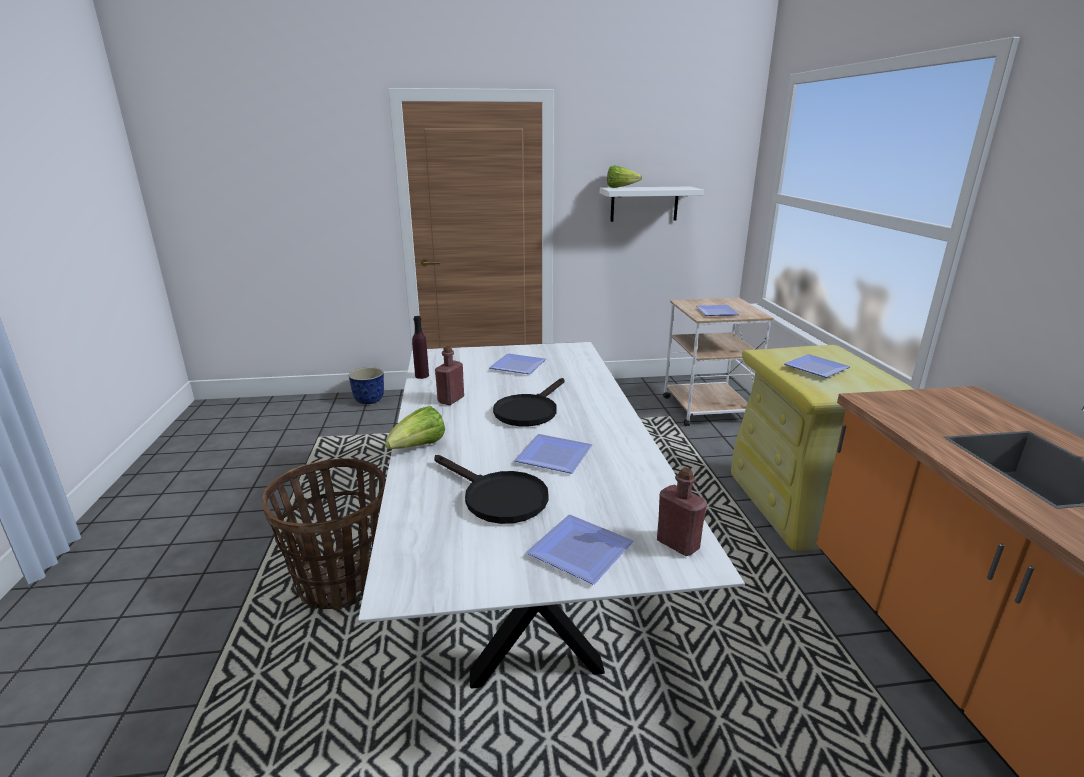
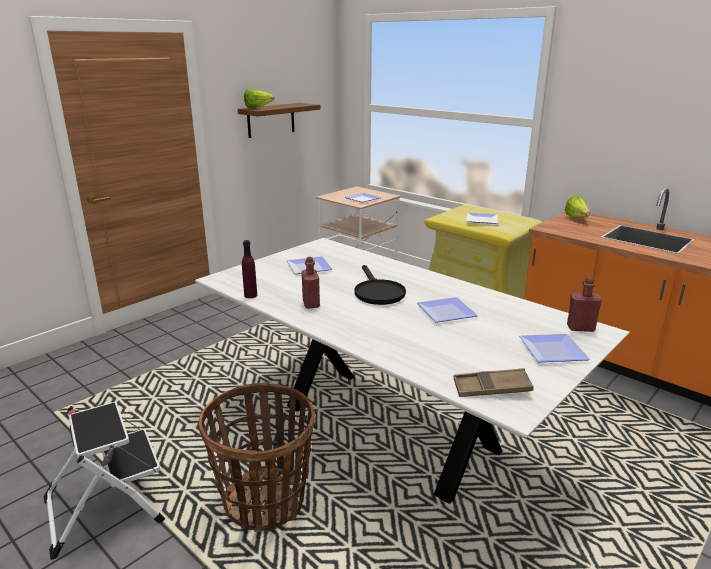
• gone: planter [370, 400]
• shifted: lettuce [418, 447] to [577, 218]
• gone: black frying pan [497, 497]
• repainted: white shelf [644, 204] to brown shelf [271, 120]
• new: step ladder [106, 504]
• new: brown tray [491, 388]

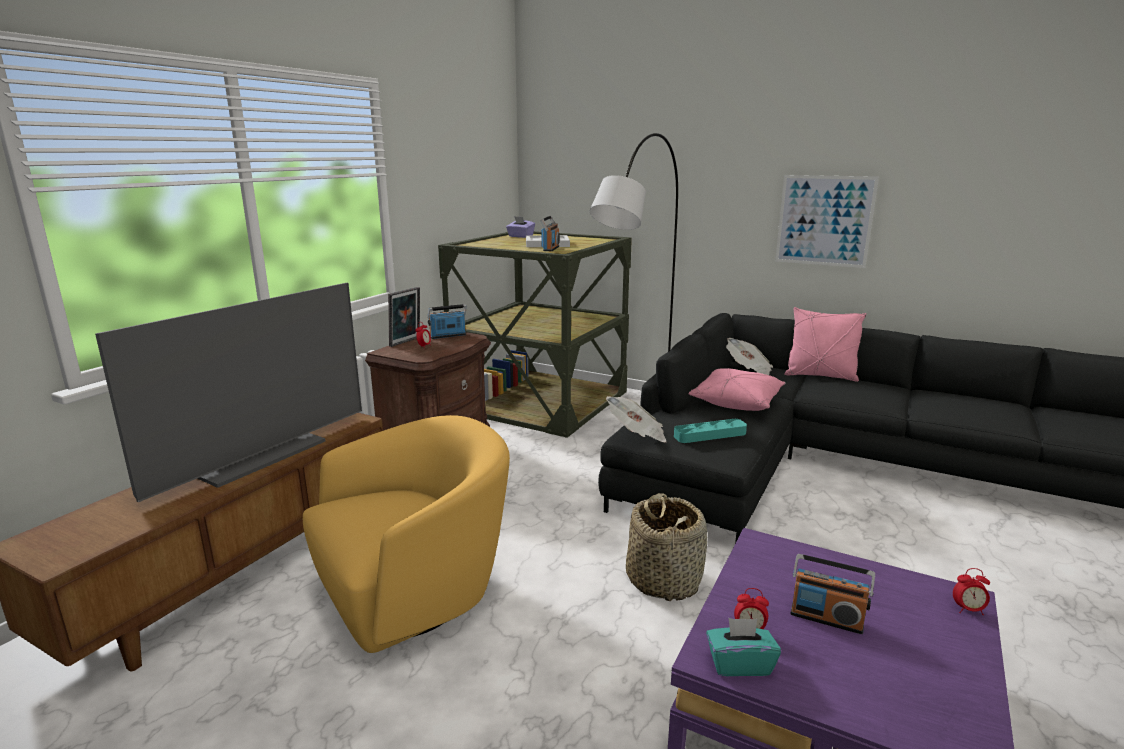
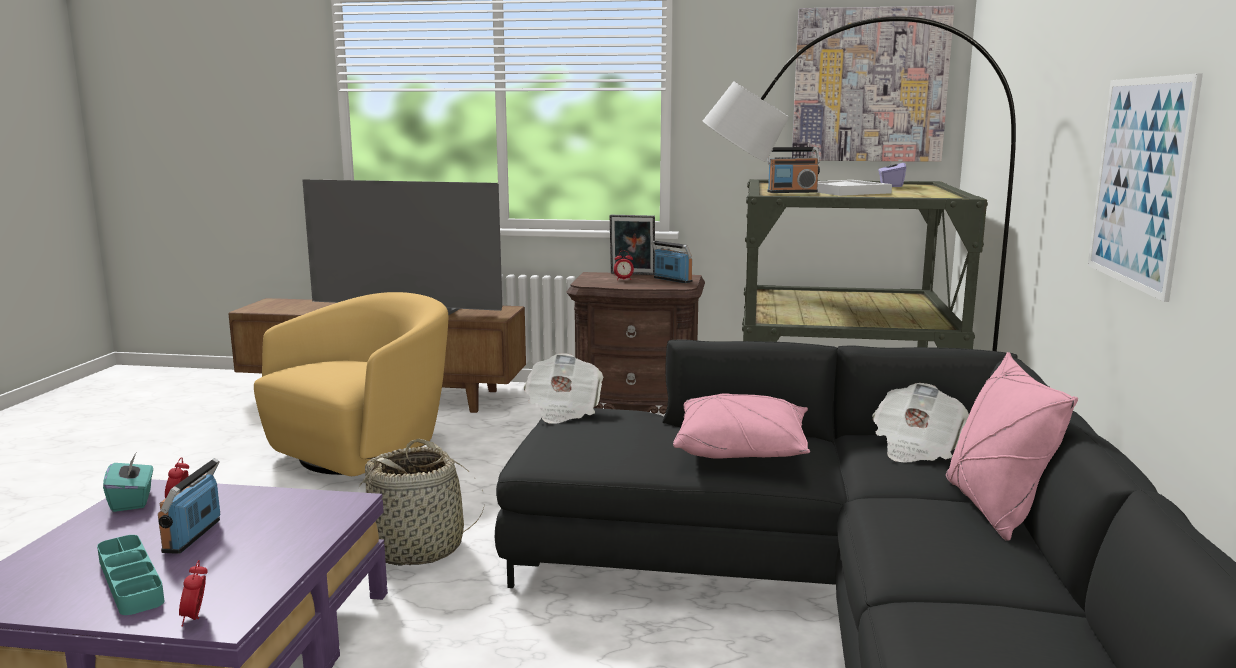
• rotated: yellow armchair [415, 594] = [364, 451] 90 degrees counterclockwise
• shifted: turquoise tray [710, 435] to [130, 580]
• new: picture [869, 85]

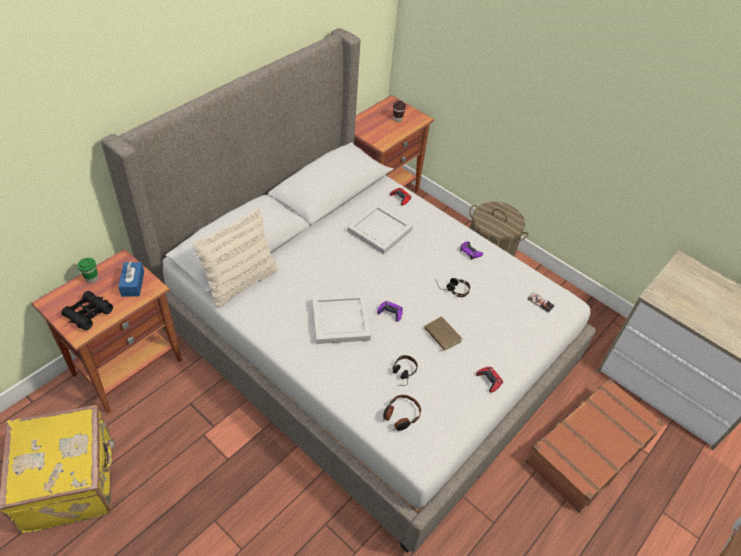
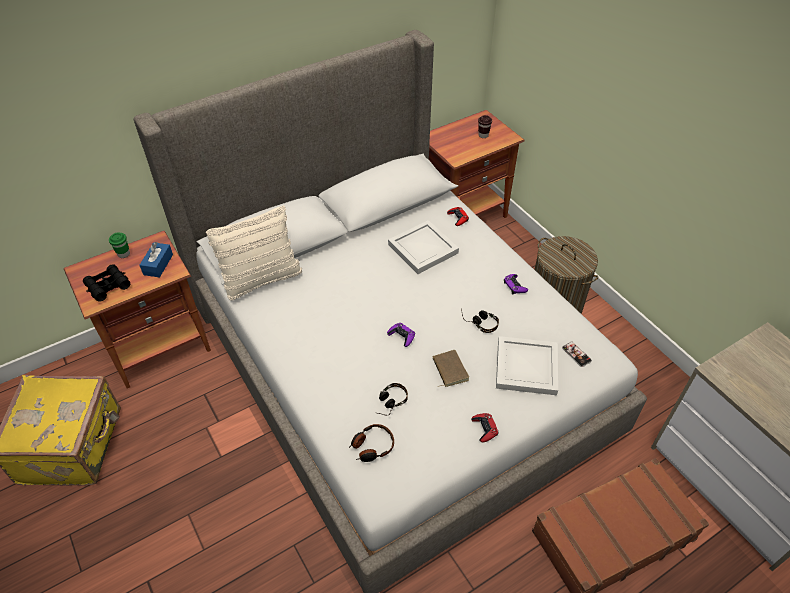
• shifted: white tray [339, 320] to [525, 366]

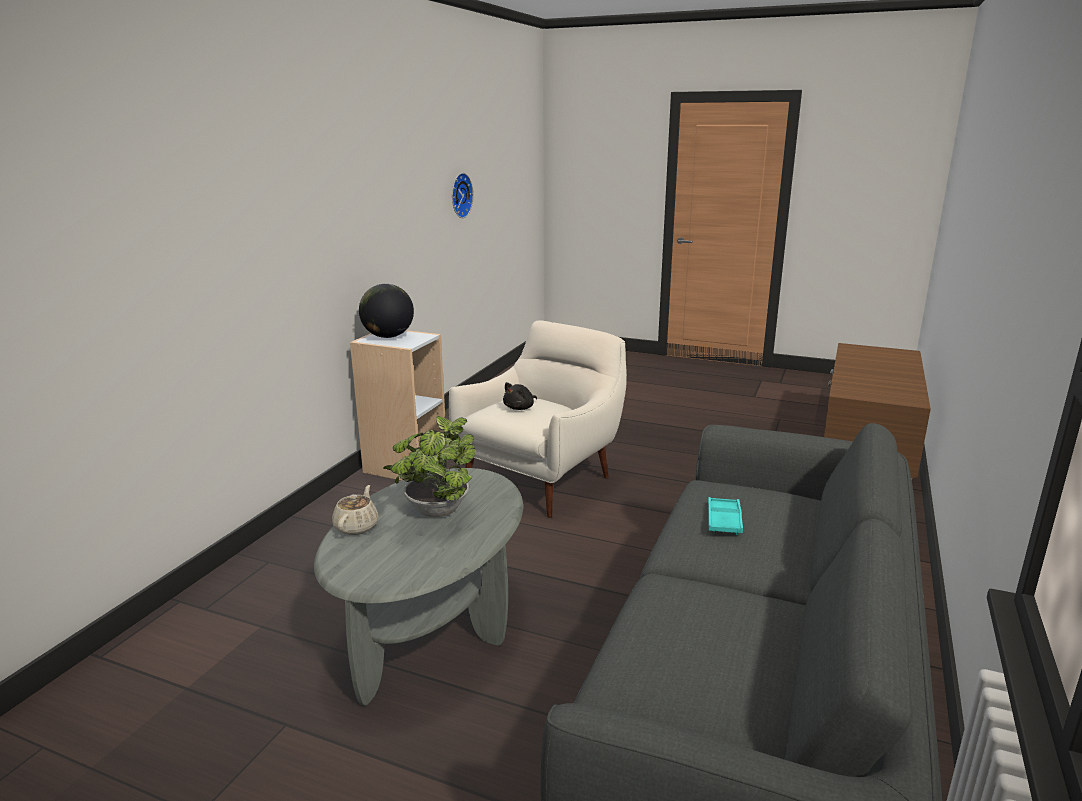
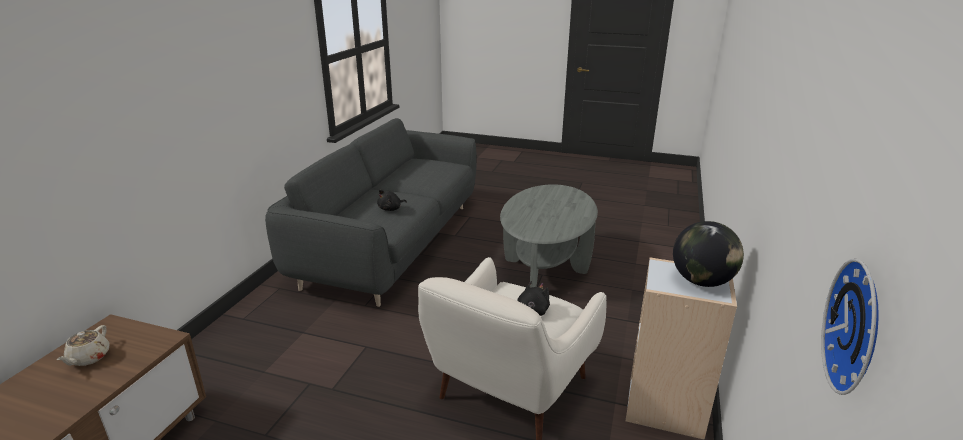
• shifted: beige teapot [357, 526] to [88, 358]
• gone: potted plant [435, 513]
• swapped: turquoise tray [724, 520] to black plush toy [391, 209]

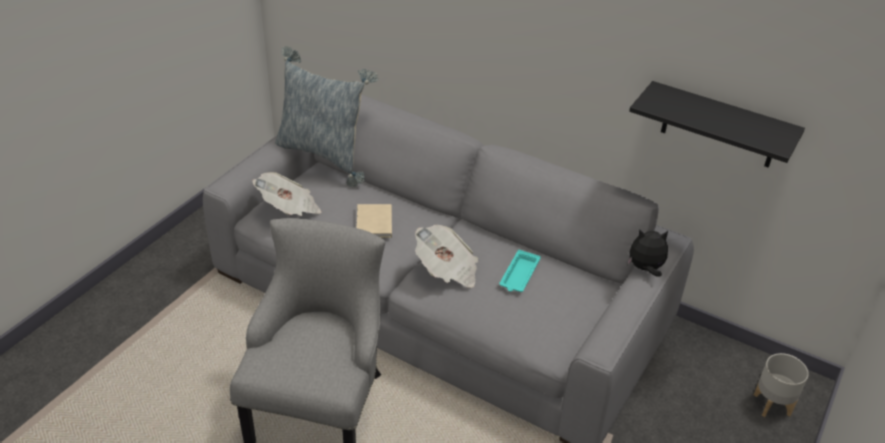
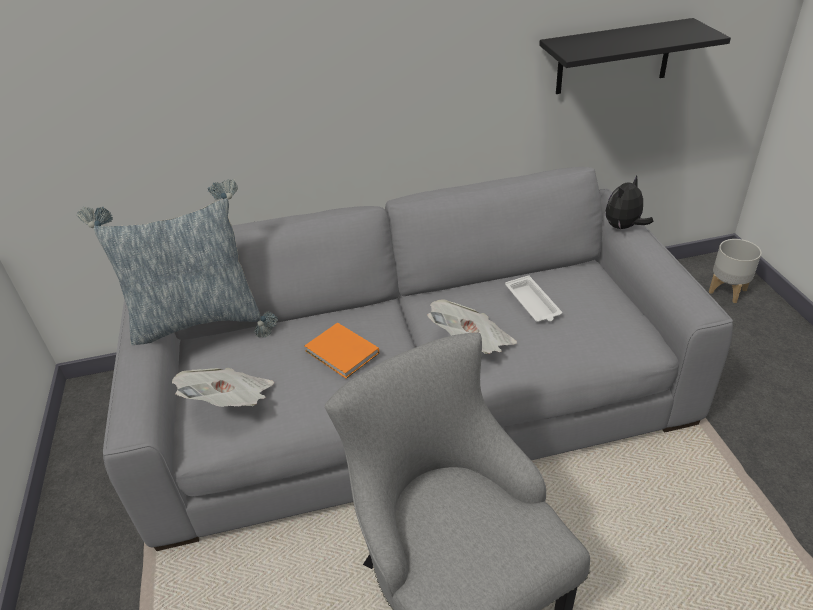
• repainted: beige book [373, 224] to orange book [342, 353]
• repainted: turquoise tray [519, 275] to white tray [533, 303]

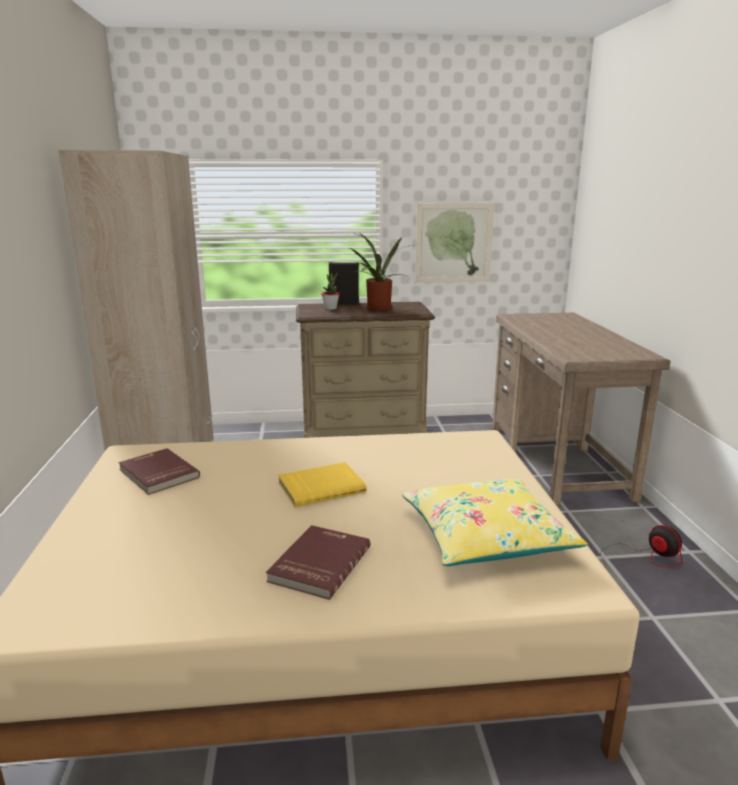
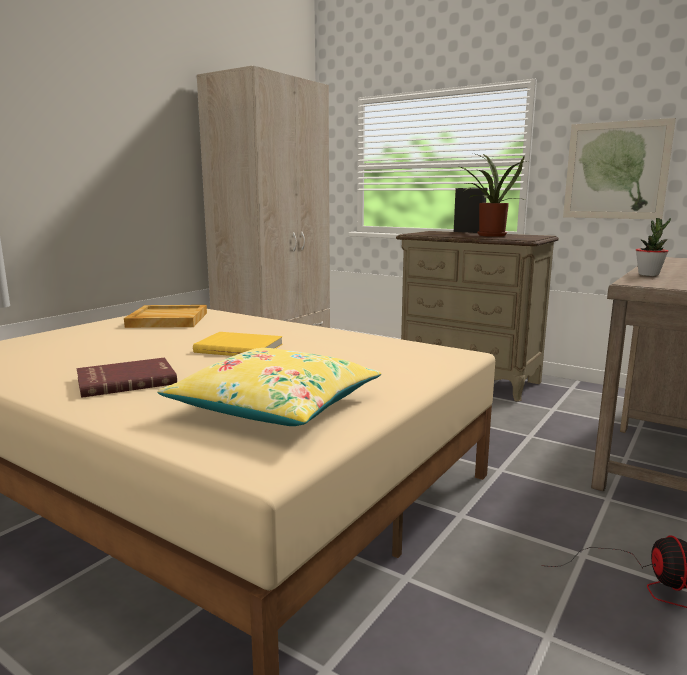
• swapped: red book [157, 474] to beige tray [167, 320]
• shifted: potted plant [330, 308] to [648, 274]

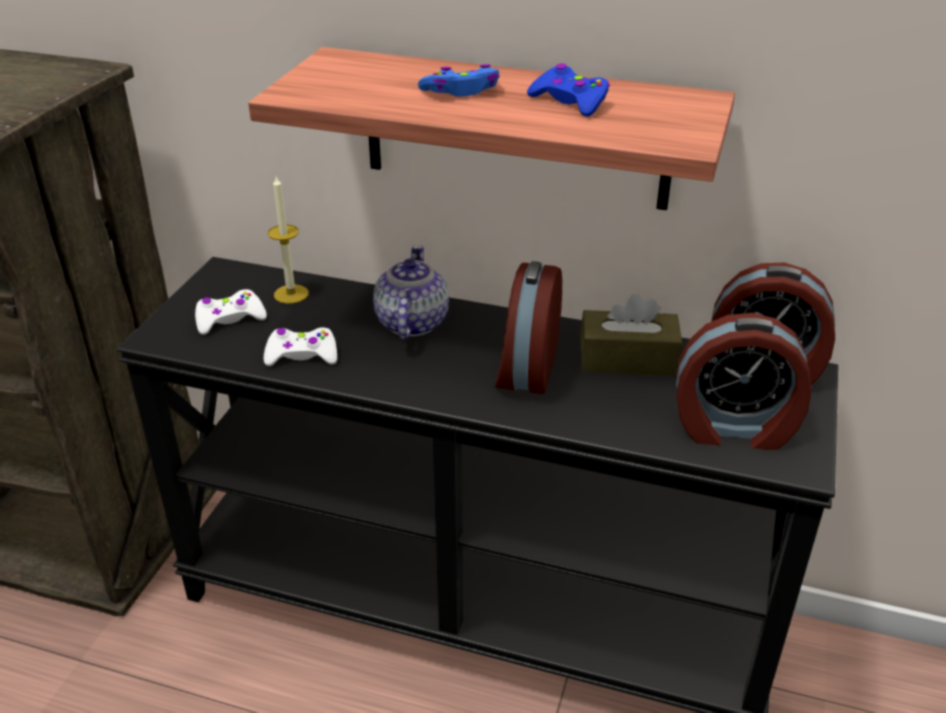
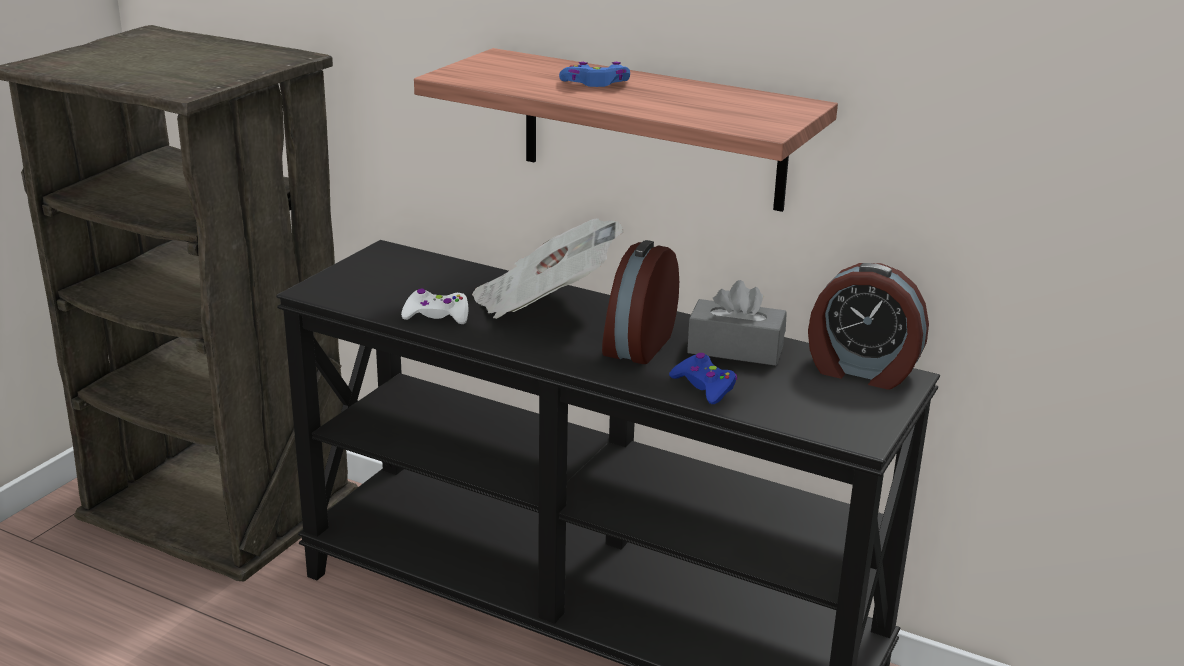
• gone: white game controller [229, 319]
• gone: candle [291, 294]
• swapped: teapot [411, 323] to newspaper [544, 303]
• shifted: blue game controller [570, 101] to [704, 386]
• repainted: brown tissue box [627, 359] to grey tissue box [735, 349]
• gone: alarm clock [734, 428]

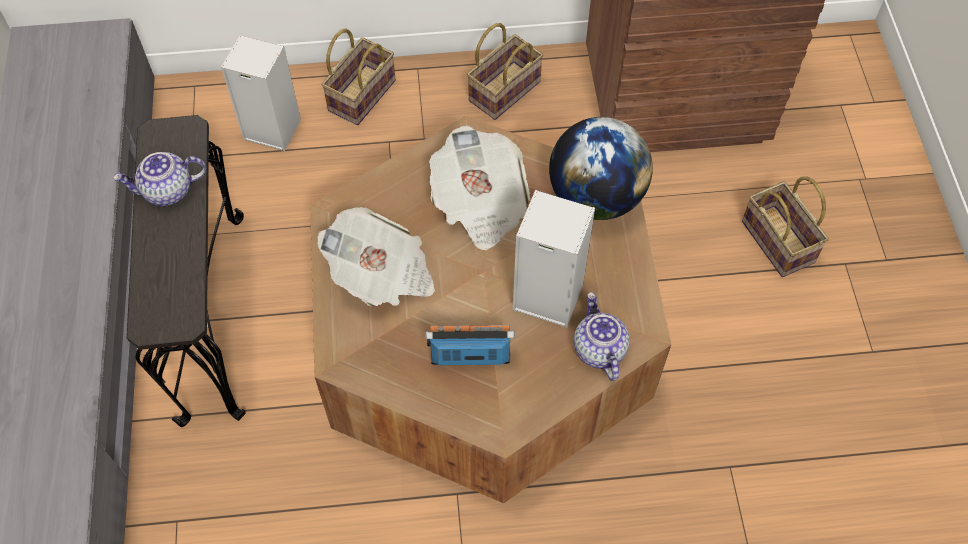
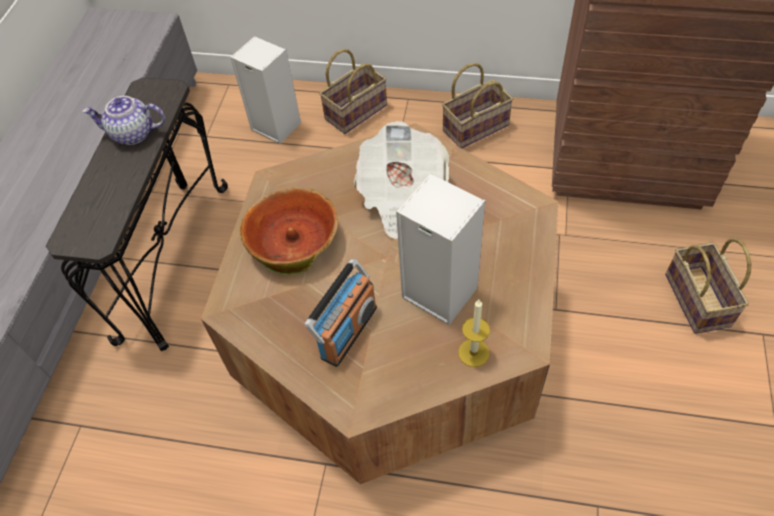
• swapped: newspaper [382, 274] to bowl [294, 242]
• rotated: radio [470, 356] = [347, 332] 105 degrees clockwise
• gone: globe [595, 197]
• swapped: teapot [598, 349] to candle [473, 352]

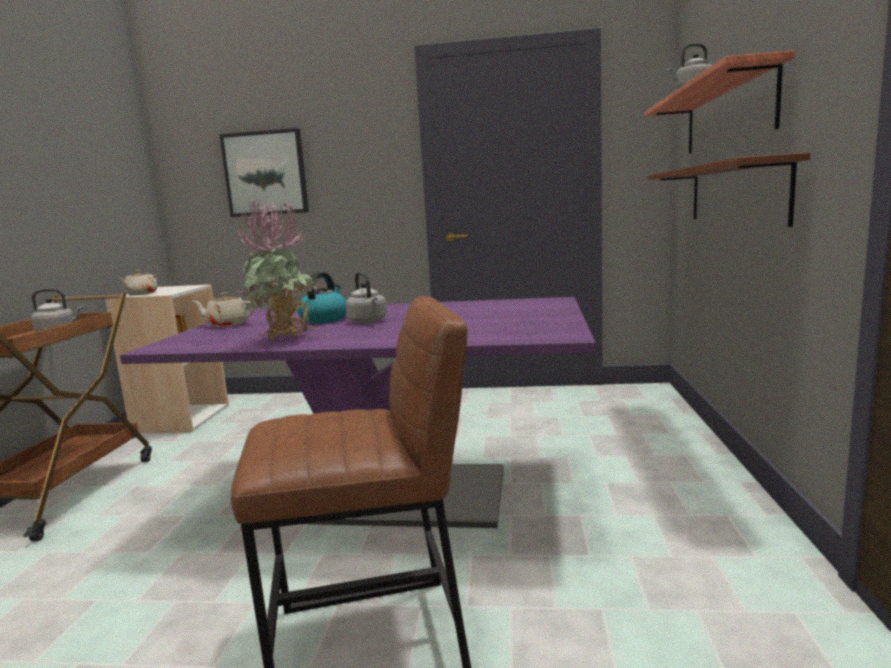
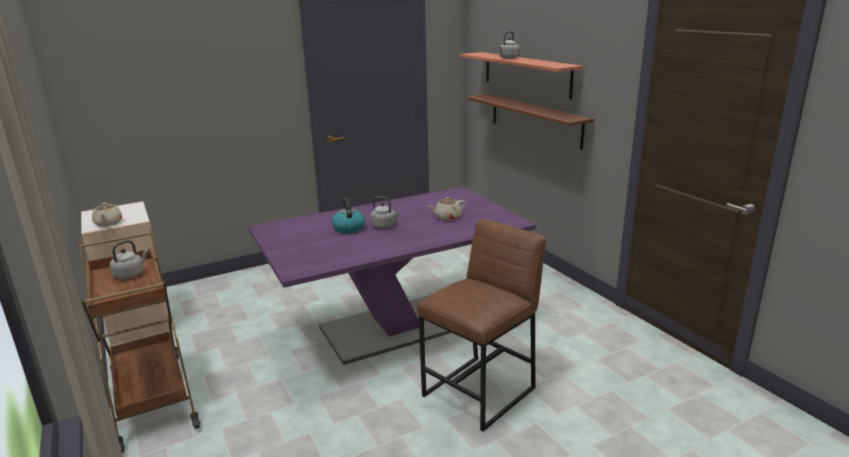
• shifted: beige teapot [227, 324] to [447, 217]
• gone: picture [265, 173]
• gone: potted plant [286, 339]

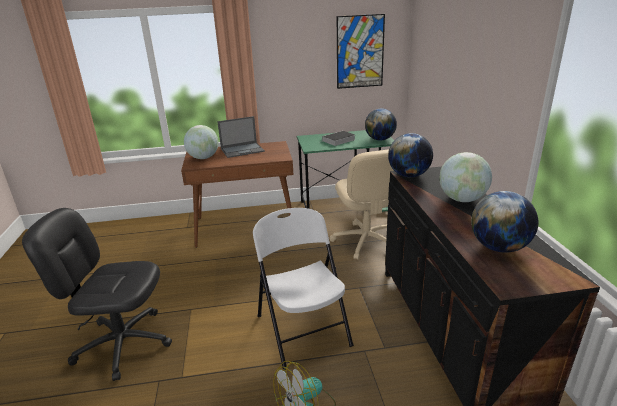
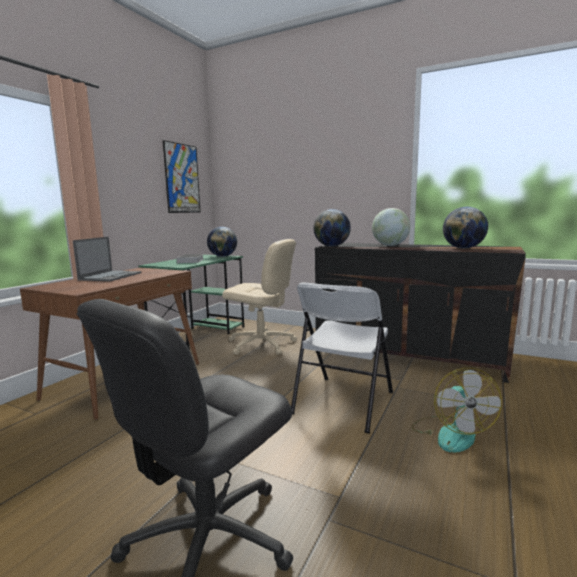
• gone: globe [203, 158]
• rotated: white chair [303, 330] = [343, 402] 75 degrees counterclockwise

